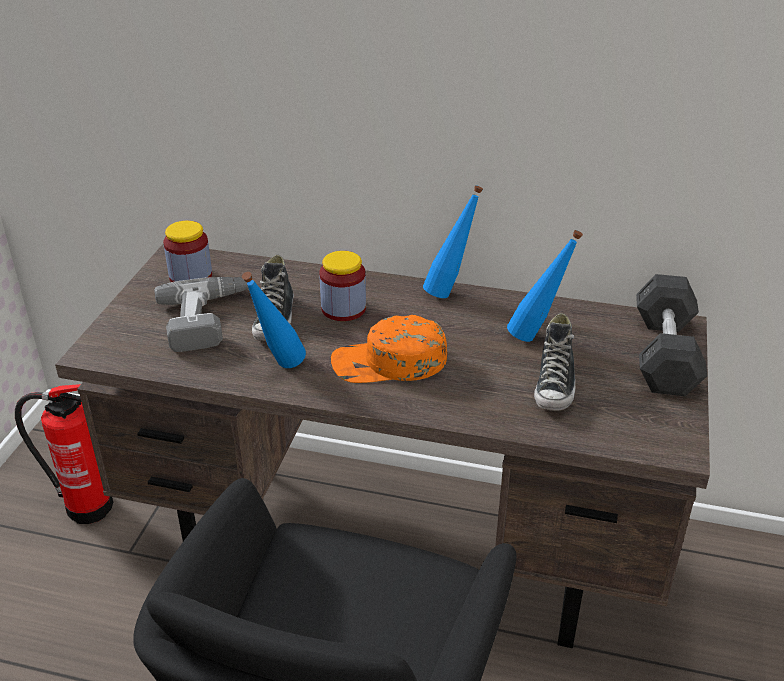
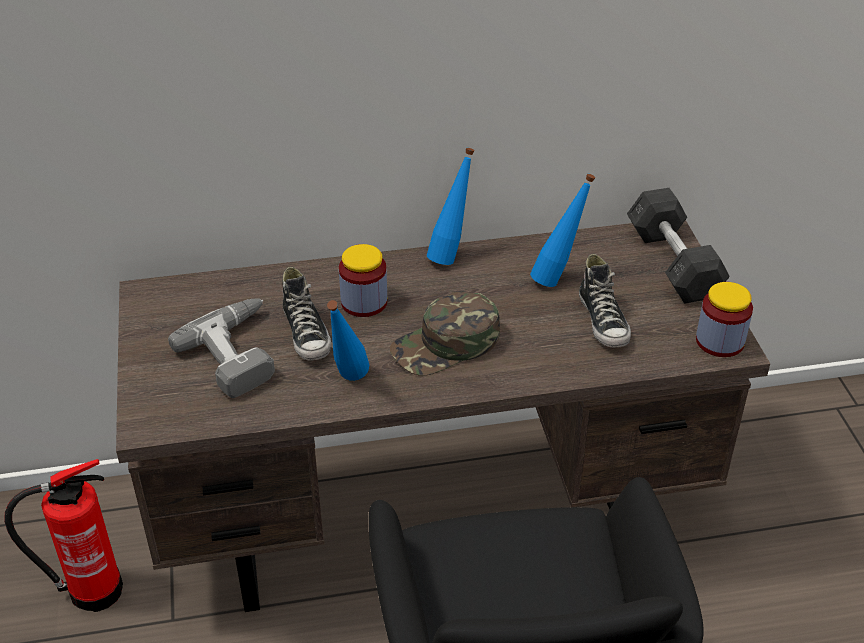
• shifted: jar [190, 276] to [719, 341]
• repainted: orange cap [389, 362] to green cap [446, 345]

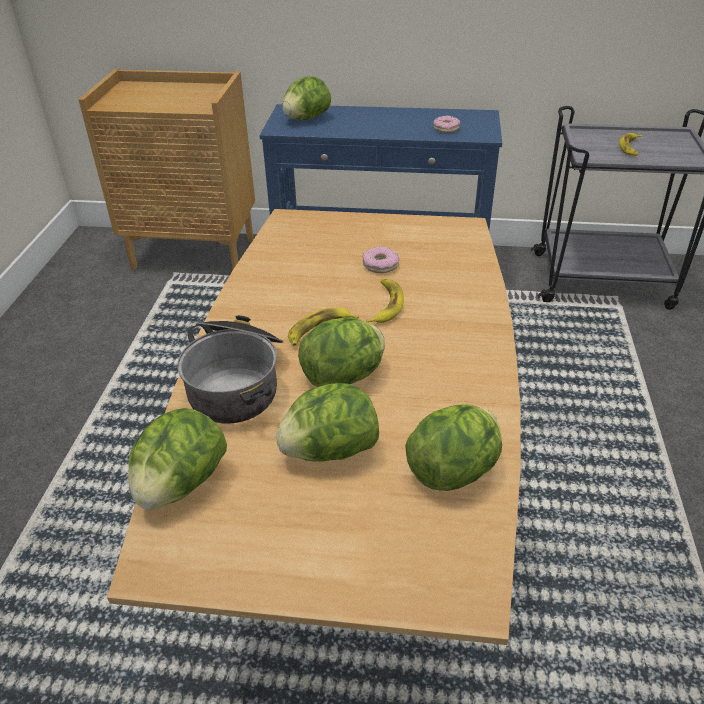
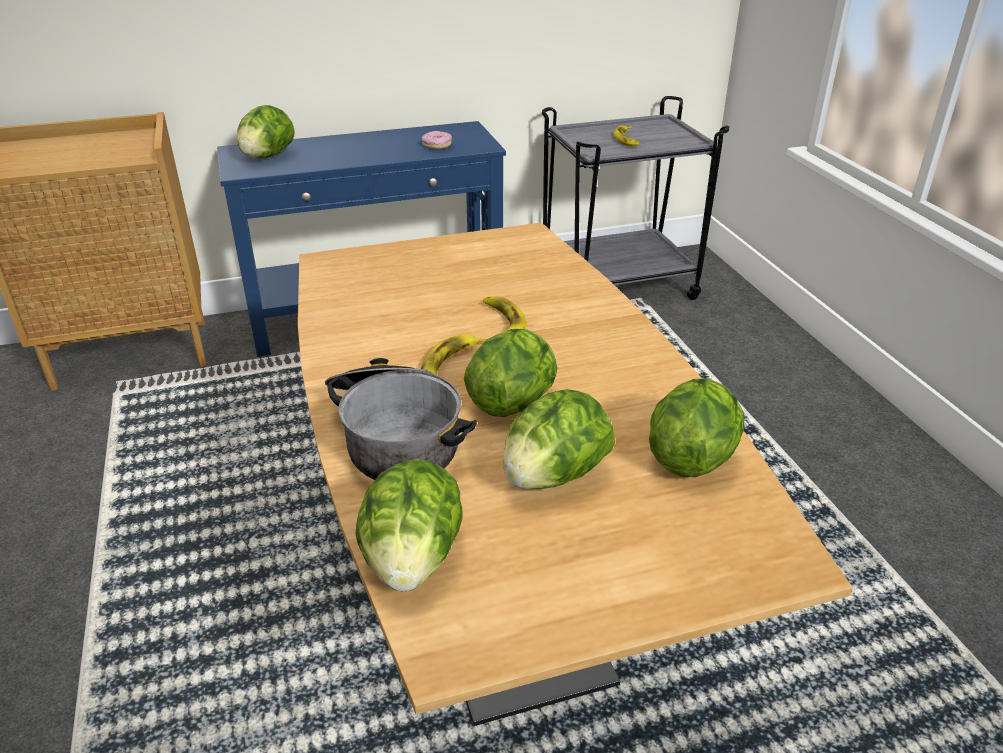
• gone: donut [380, 265]

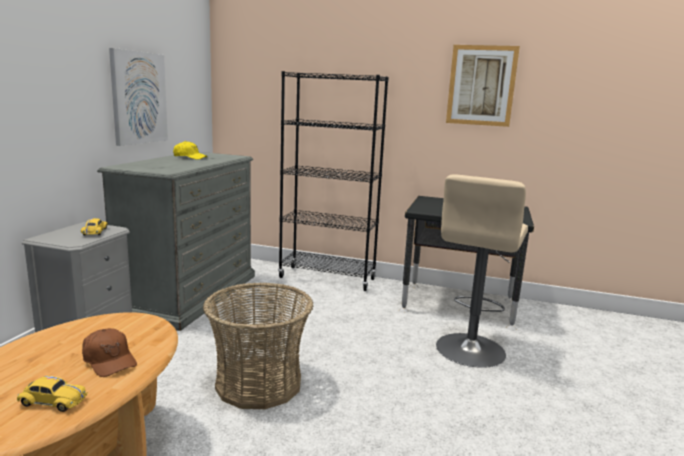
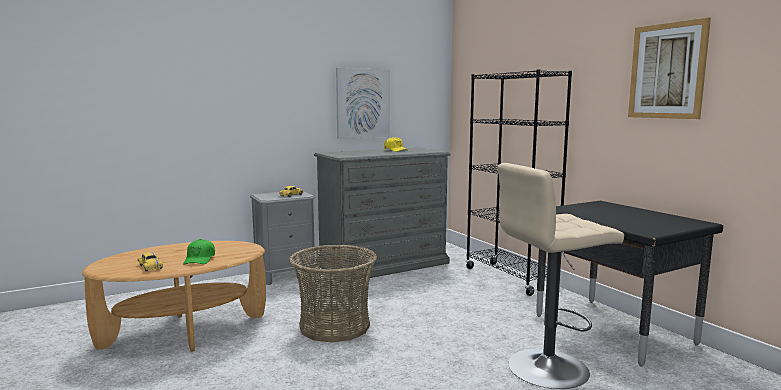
• repainted: brown cap [109, 360] to green cap [200, 259]

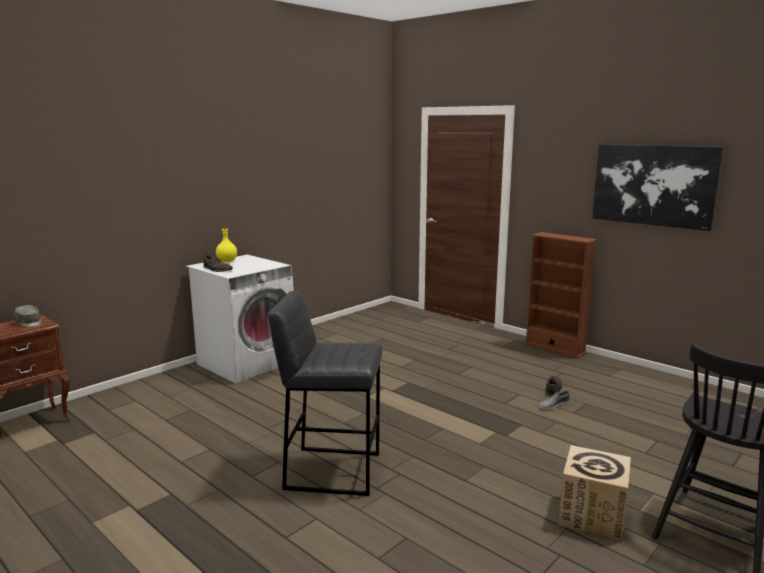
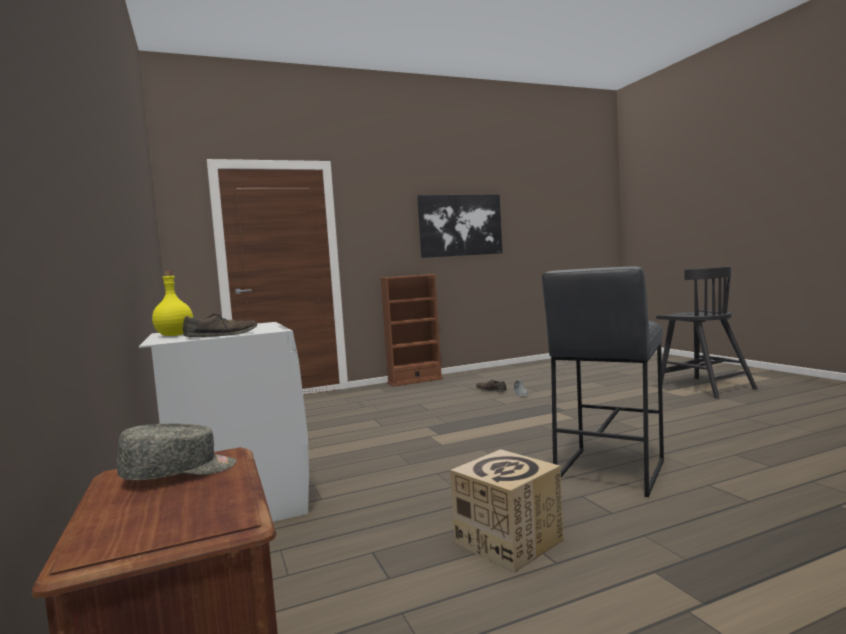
• shifted: cardboard box [592, 516] to [508, 541]

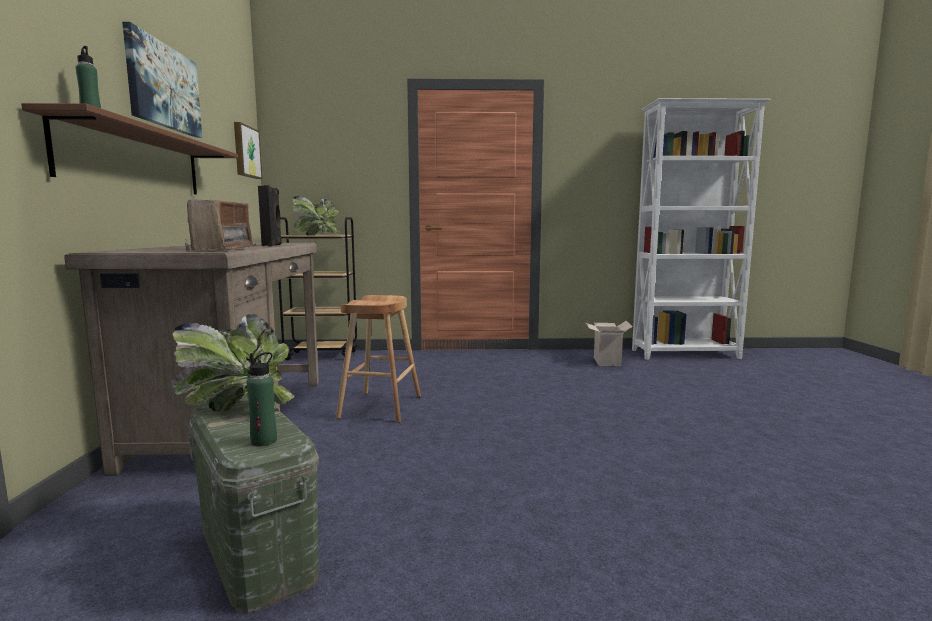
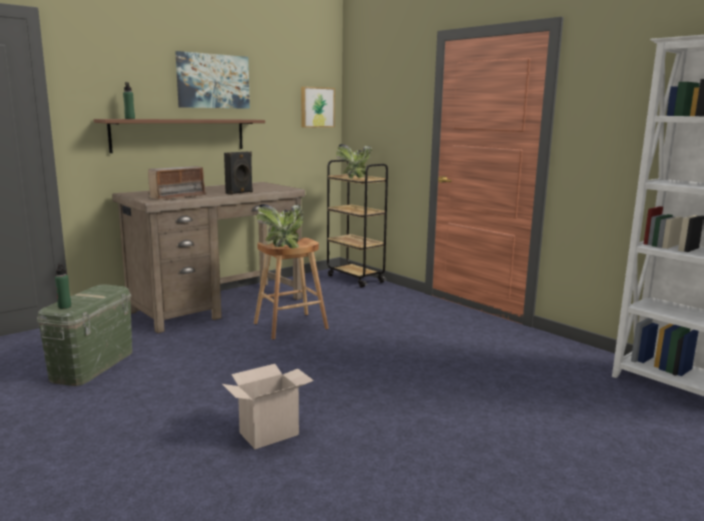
• shifted: potted plant [236, 408] to [283, 247]
• shifted: cardboard box [605, 361] to [270, 433]

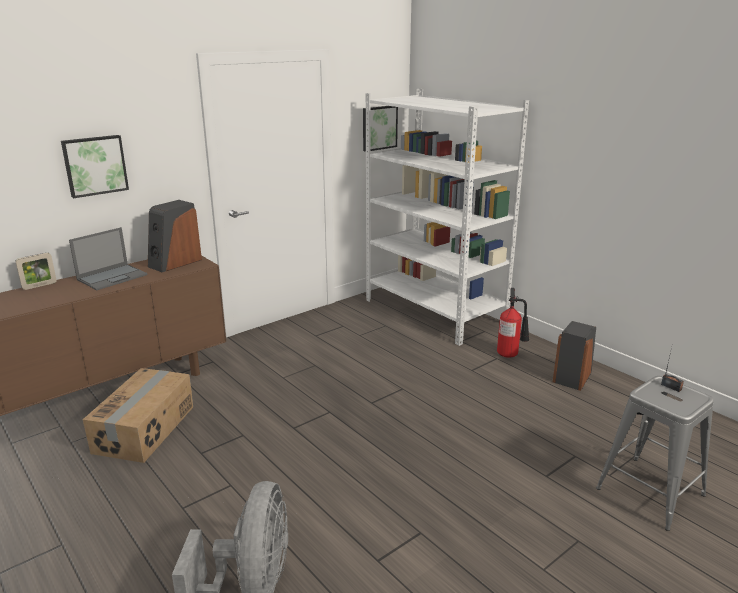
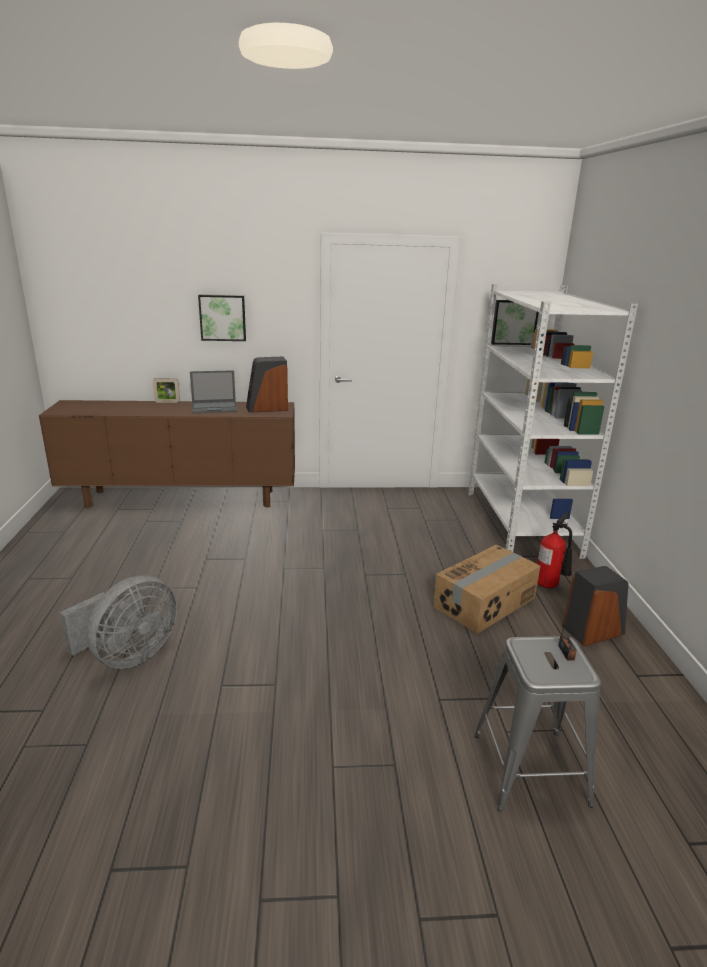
• shifted: cardboard box [145, 429] to [485, 602]

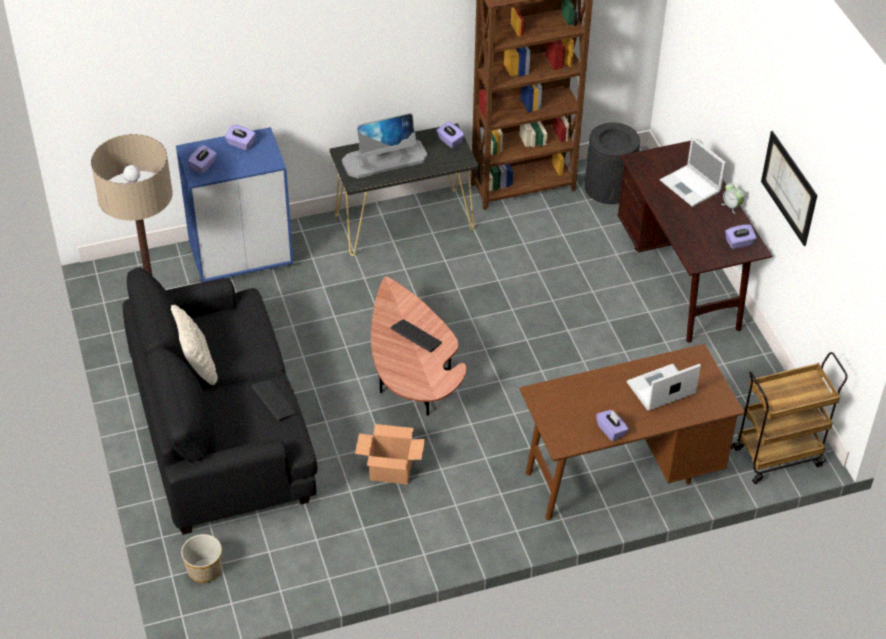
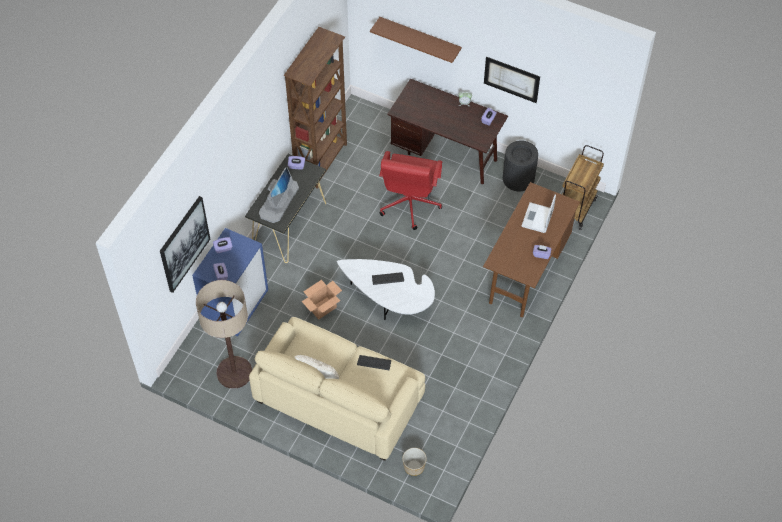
• repainted: black sofa [222, 430] to beige sofa [338, 399]
• shifted: cardboard box [390, 471] to [322, 308]
• repainted: brown coffee table [412, 378] to white coffee table [389, 301]
• shifted: black trash can [609, 187] to [518, 178]
• gone: laptop [691, 186]
• new: picture [184, 244]
• new: brown shelf [420, 38]
• new: red office chair [410, 203]

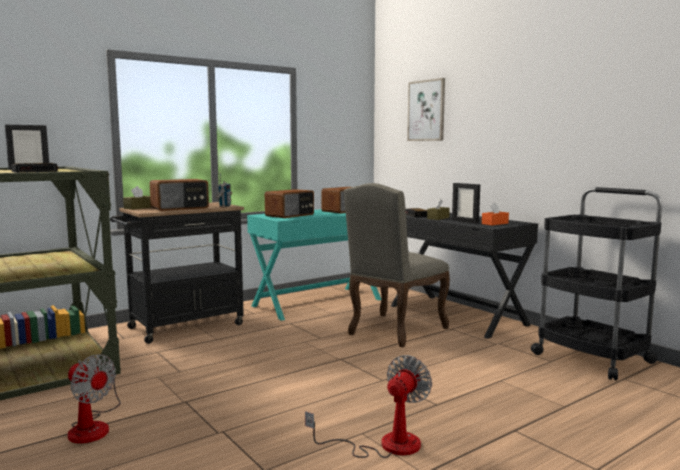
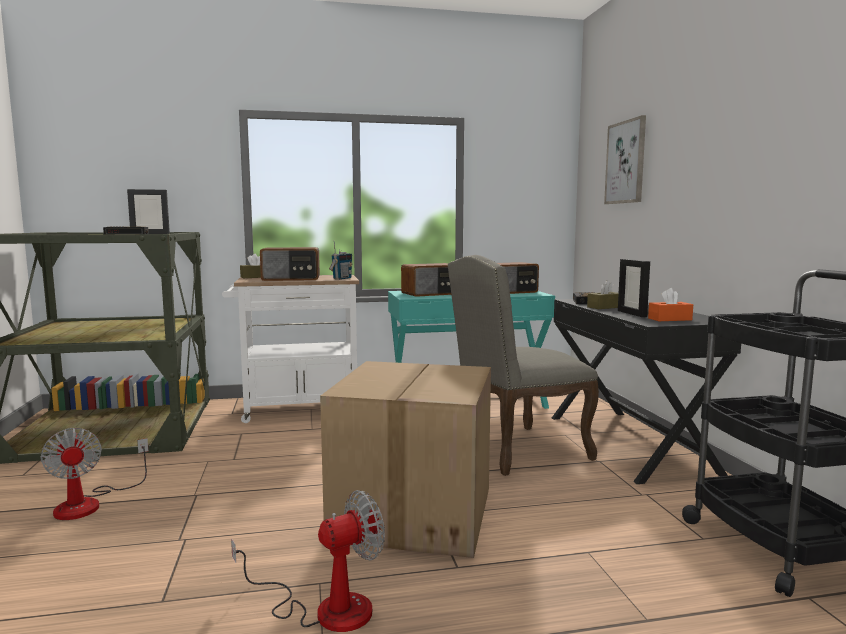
• repainted: black cart [182, 327] to white cart [296, 410]
• new: cardboard box [415, 514]

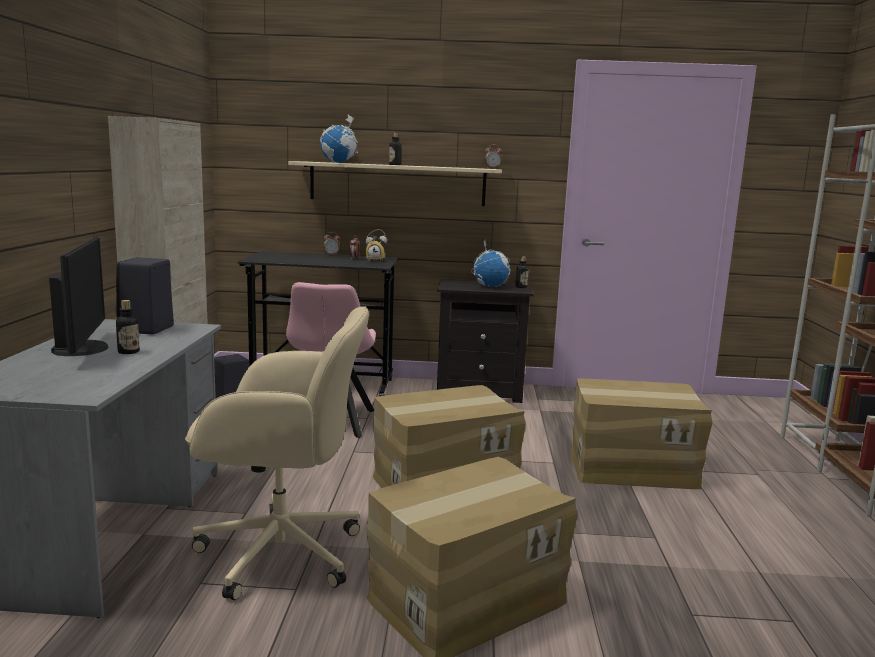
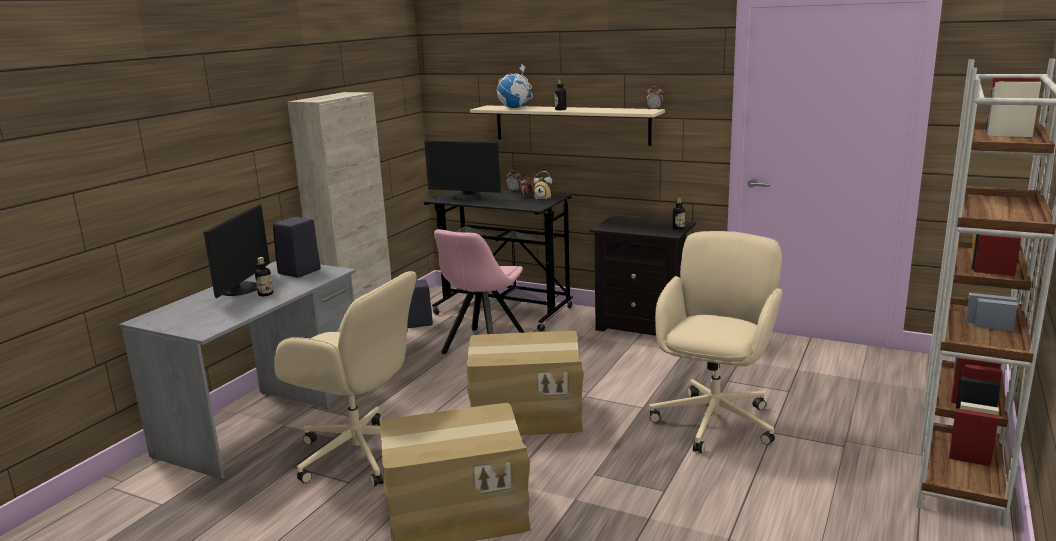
• gone: globe [490, 286]
• swapped: cardboard box [632, 467] to beige office chair [714, 422]
• new: monitor [465, 197]

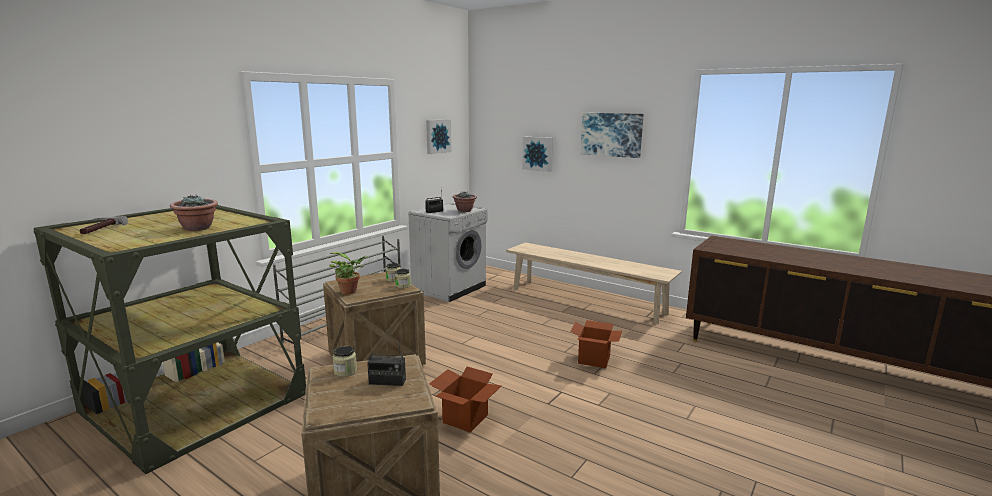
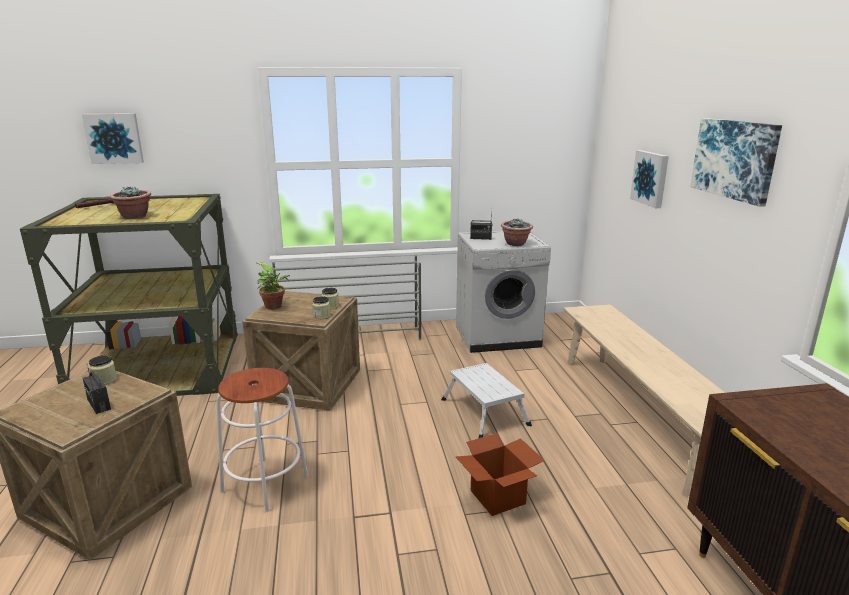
• shifted: picture [437, 136] to [114, 138]
• swapped: cardboard box [465, 418] to white stool [265, 483]
• new: white step ladder [485, 412]

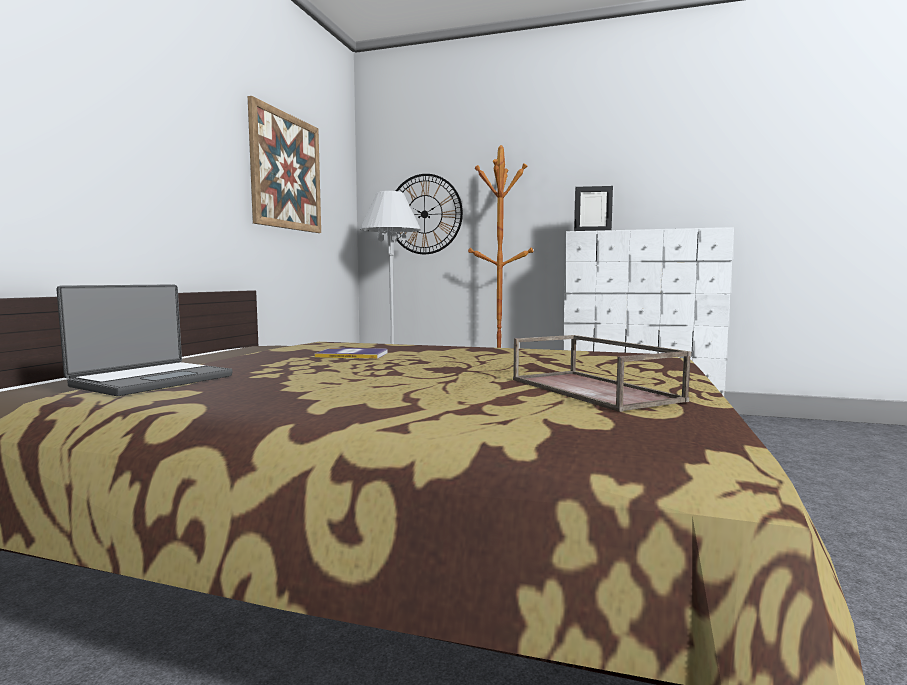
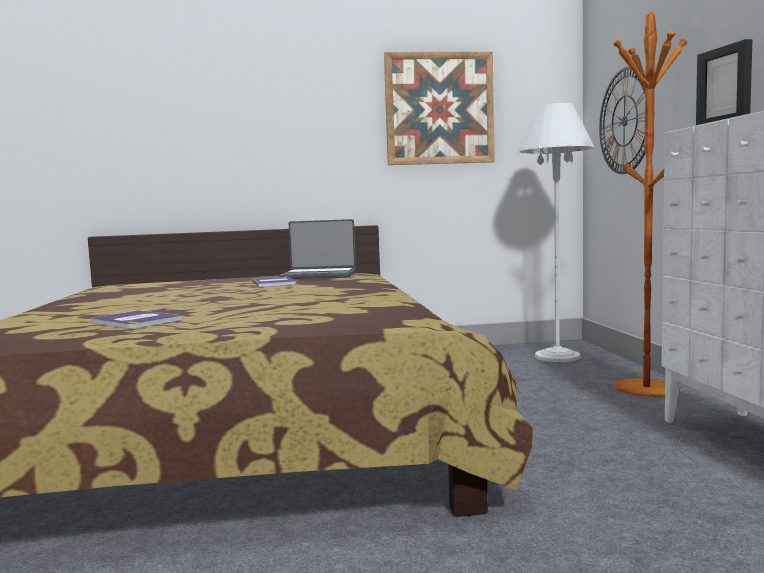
• shifted: laptop [151, 381] to [319, 275]
• swapped: brown tray [595, 390] to book [135, 321]

